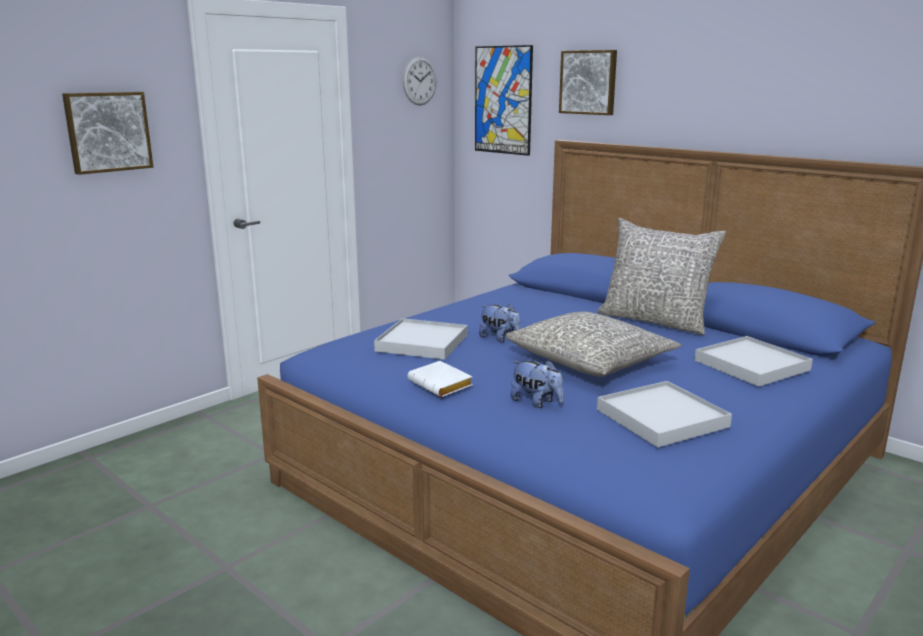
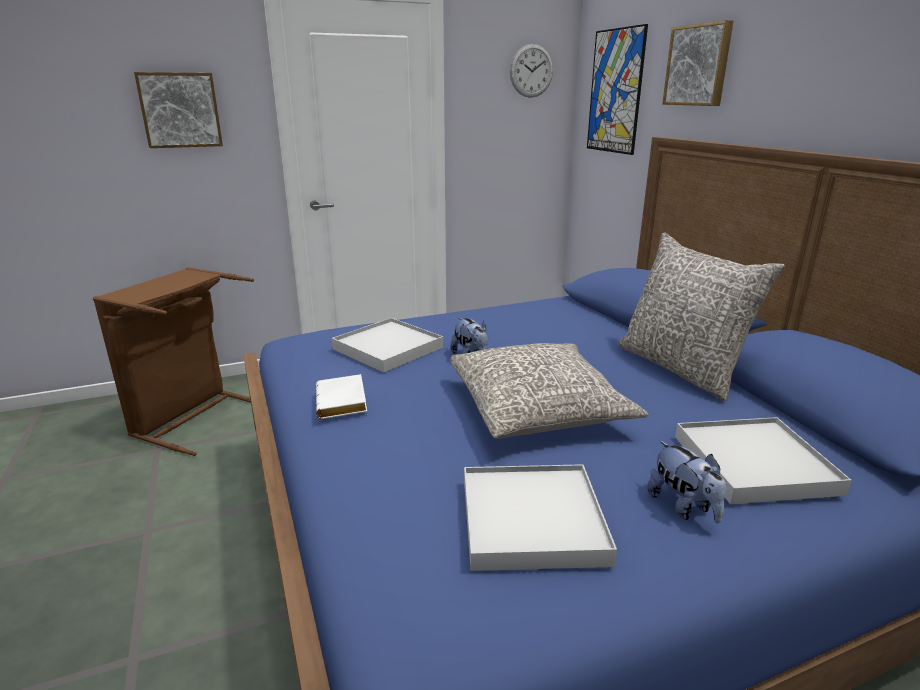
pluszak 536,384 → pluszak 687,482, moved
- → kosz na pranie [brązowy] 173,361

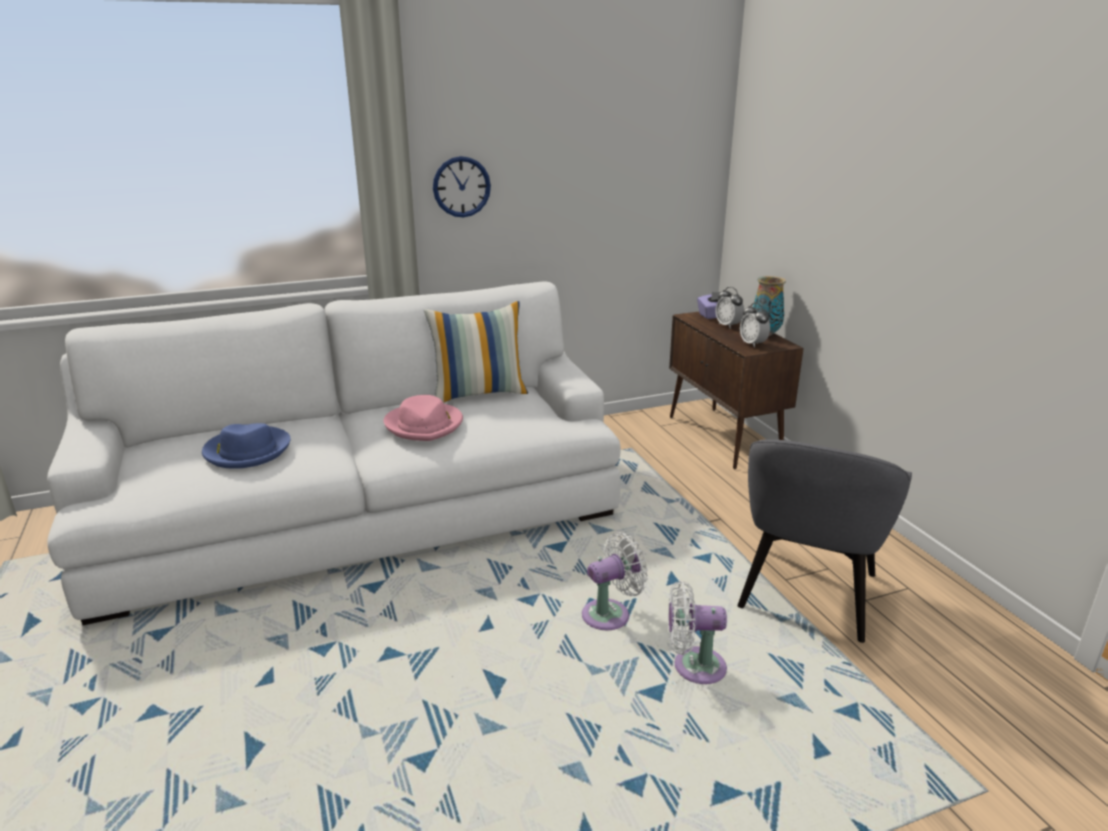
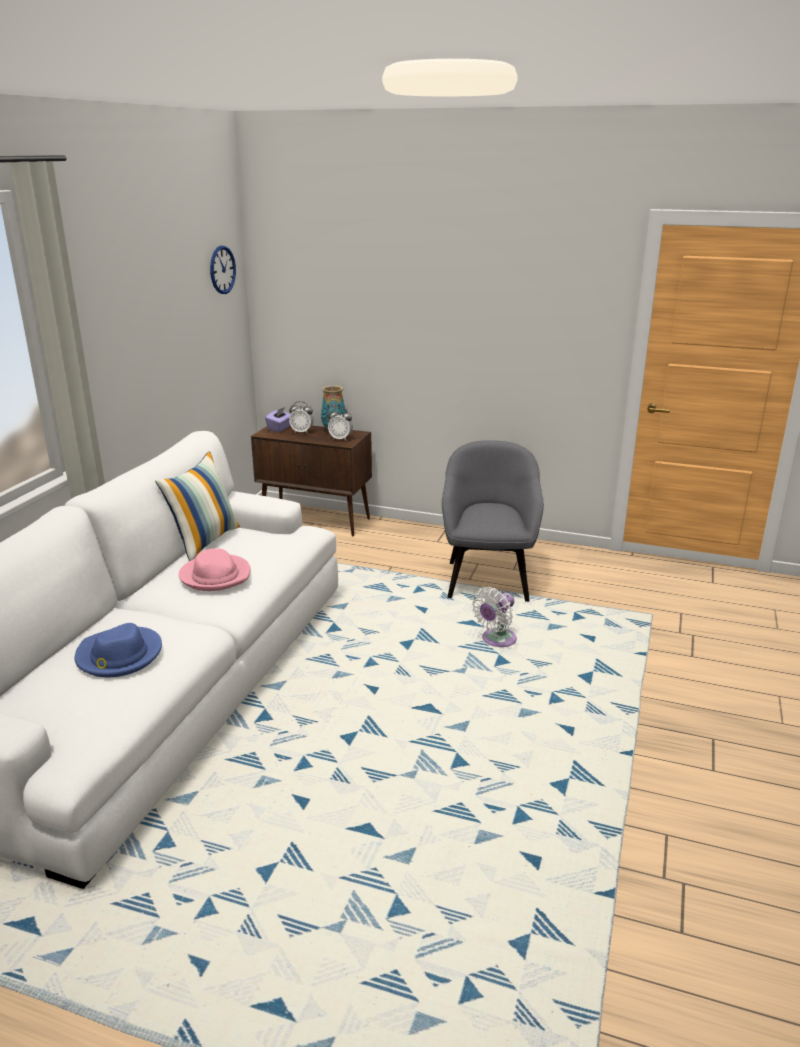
zegar ścienny 462,186 → zegar ścienny 223,269, moved
fotel [szary] 825,541 → fotel [szary] 493,521, 150 degrees counterclockwise
wentylator [biały] 615,581 → -

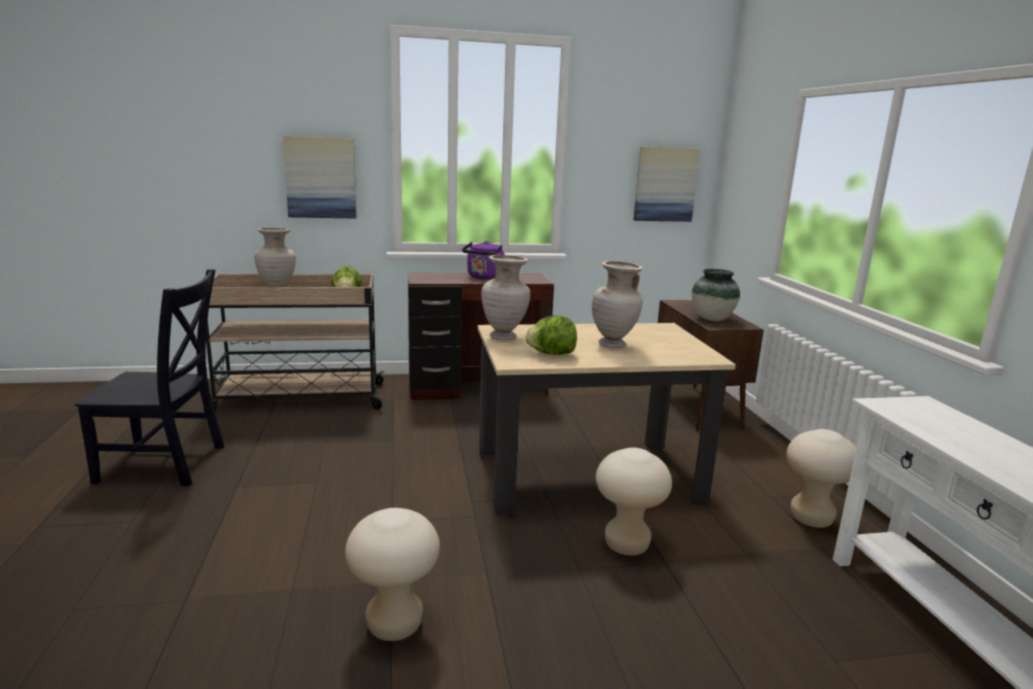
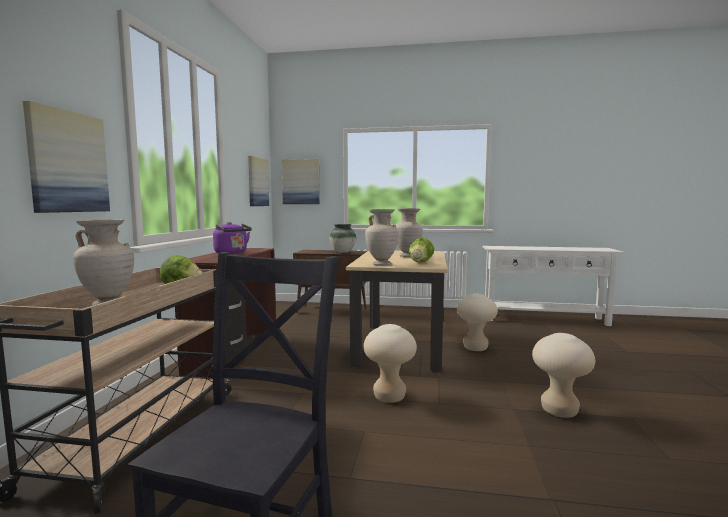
stołek [beżowy] 821,478 → stołek [beżowy] 390,363, moved
- → obraz 301,181

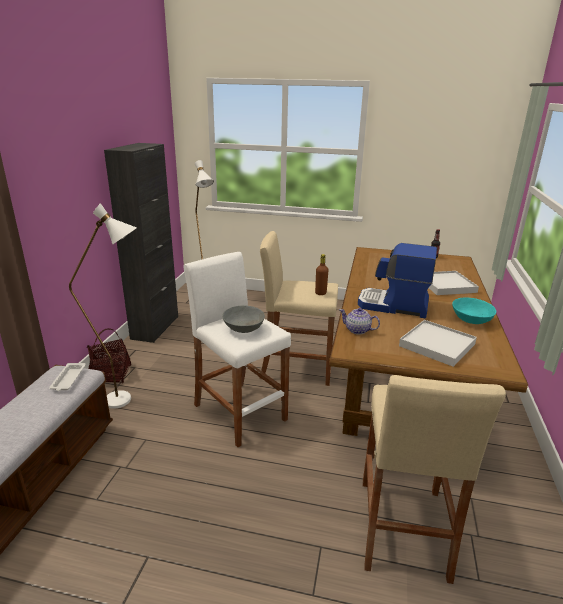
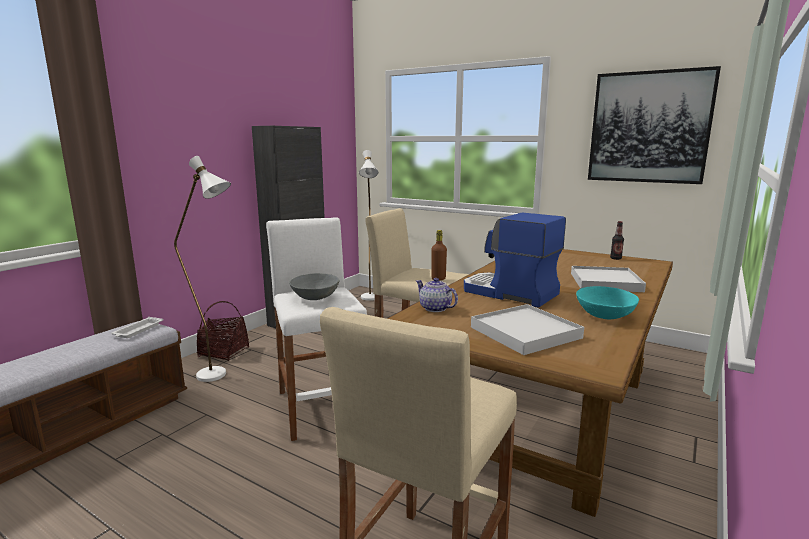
- → obraz 654,125

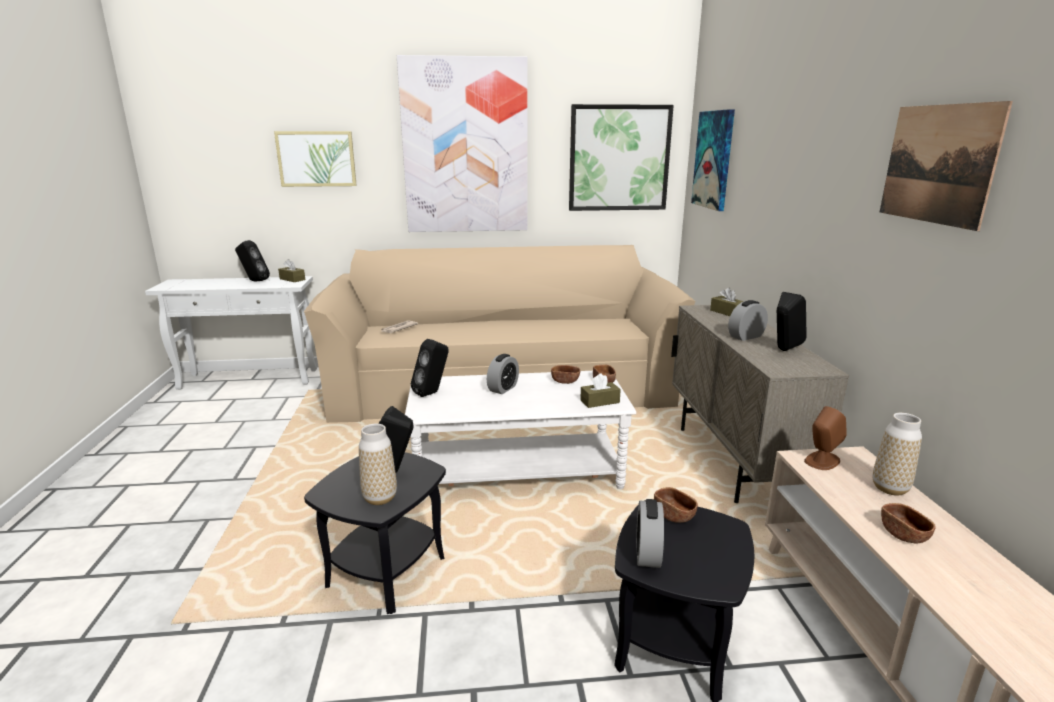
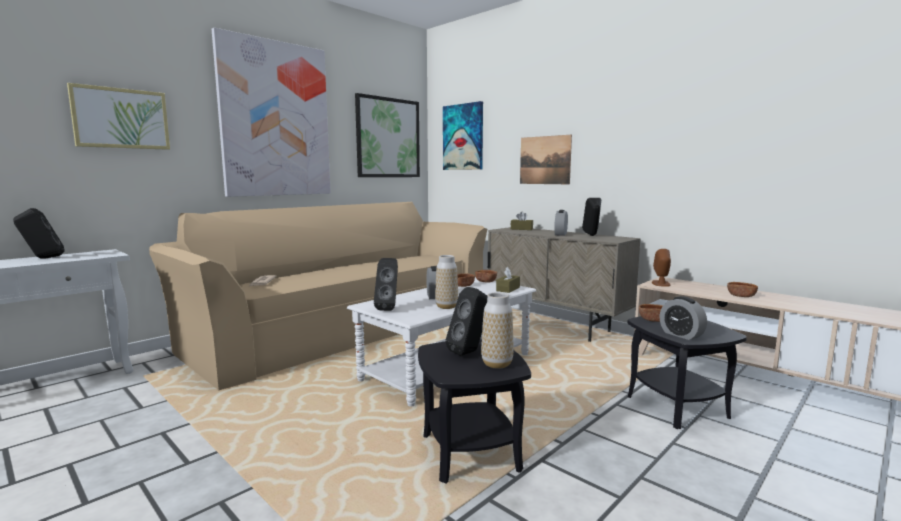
obraz 946,166 → obraz 546,159, moved
pudełko chusteczek [brązowy] 291,270 → -
wazon 897,454 → wazon 446,282, moved

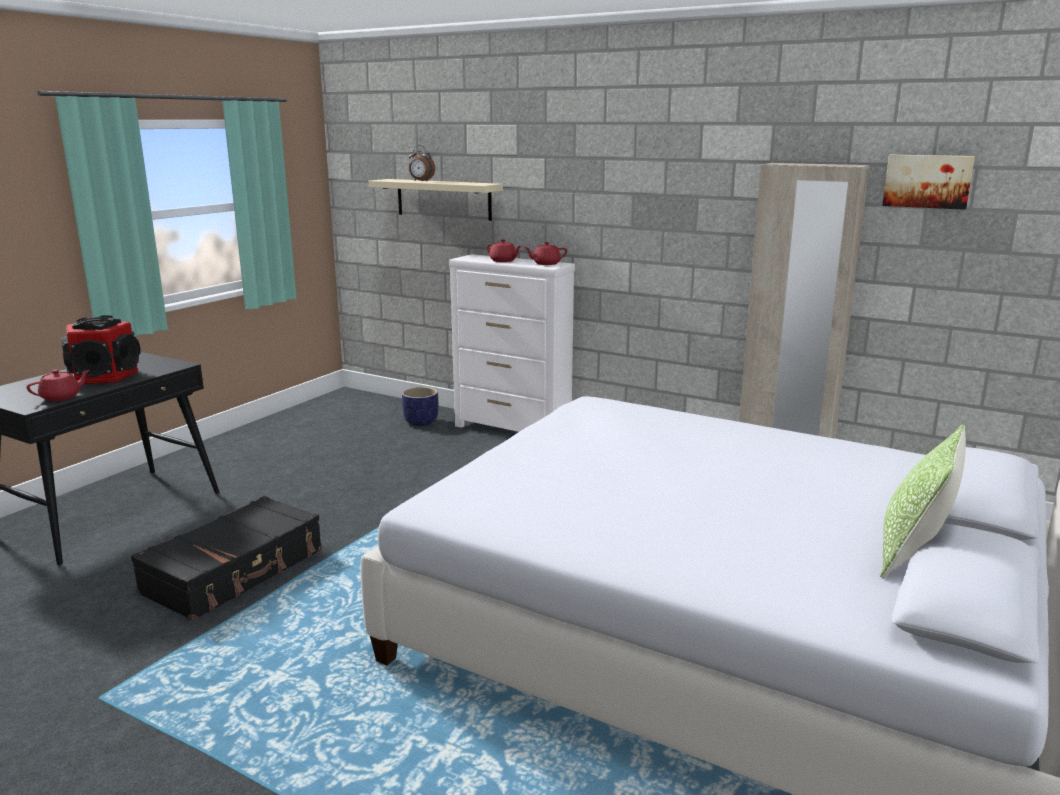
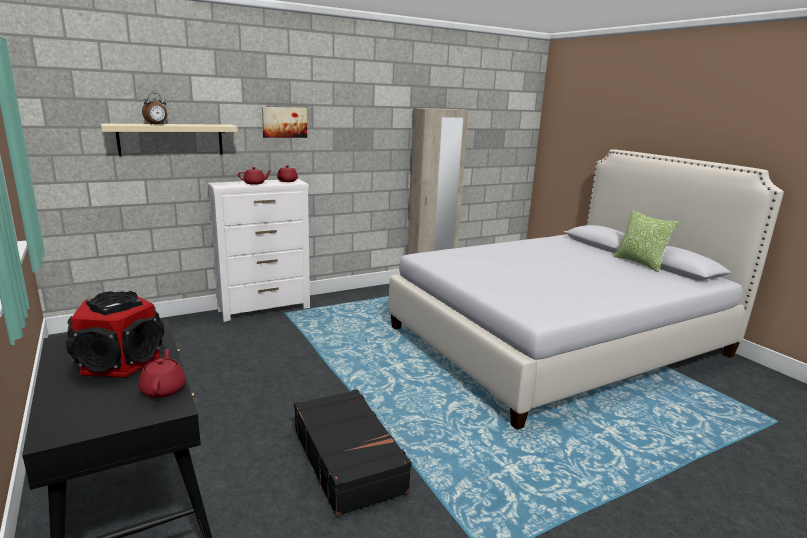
obraz 928,182 → obraz 284,122, moved
donica 420,406 → -

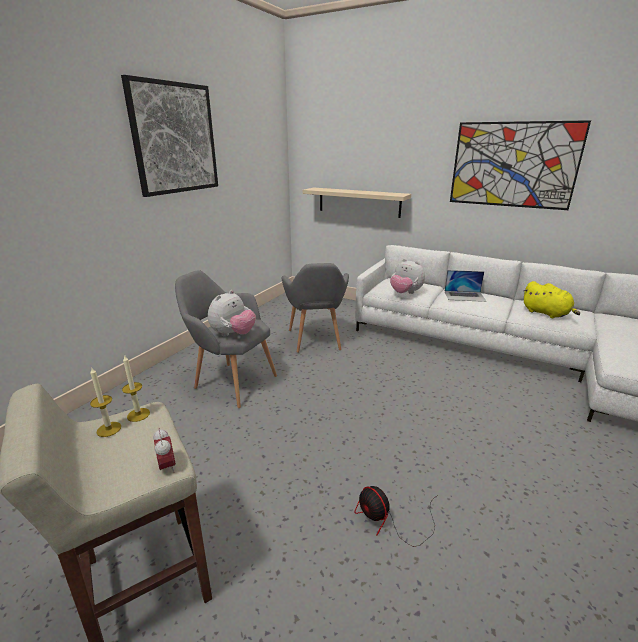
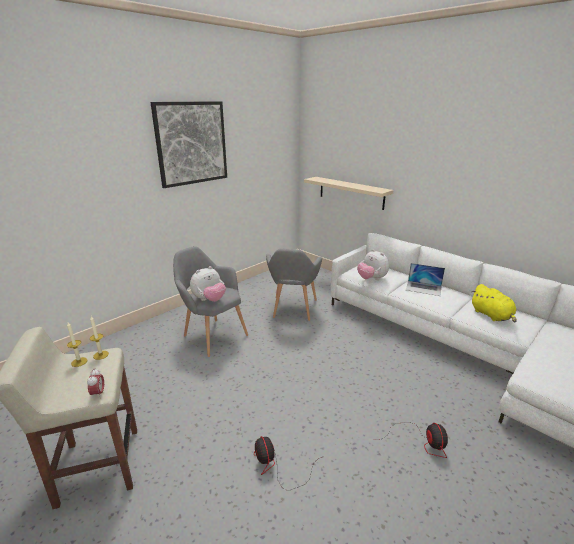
obraz 520,165 → -
- → wentylator 413,440

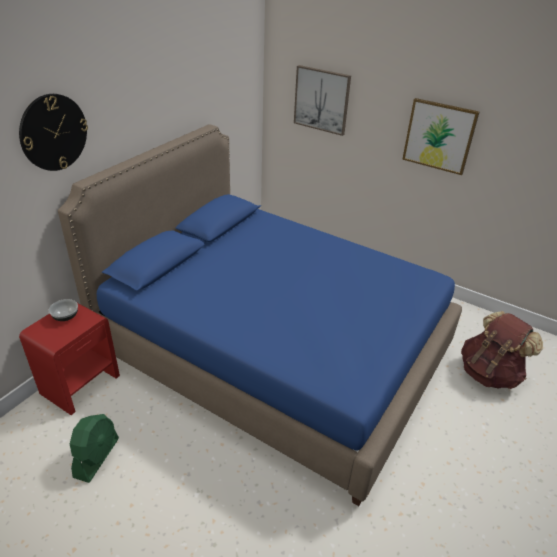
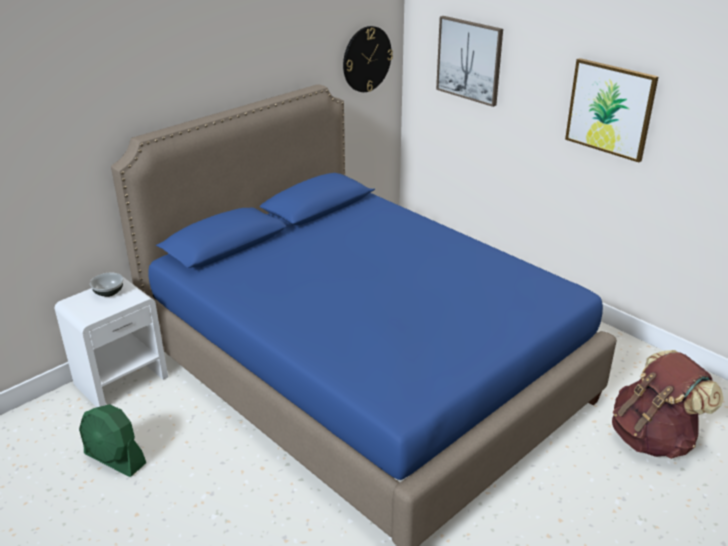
zegar ścienny 53,132 → zegar ścienny 368,59, moved
szafka nocna [czerwony] 69,359 → szafka nocna [biały] 111,342
wentylator [zielony] 94,448 → wentylator [zielony] 112,440, 90 degrees clockwise

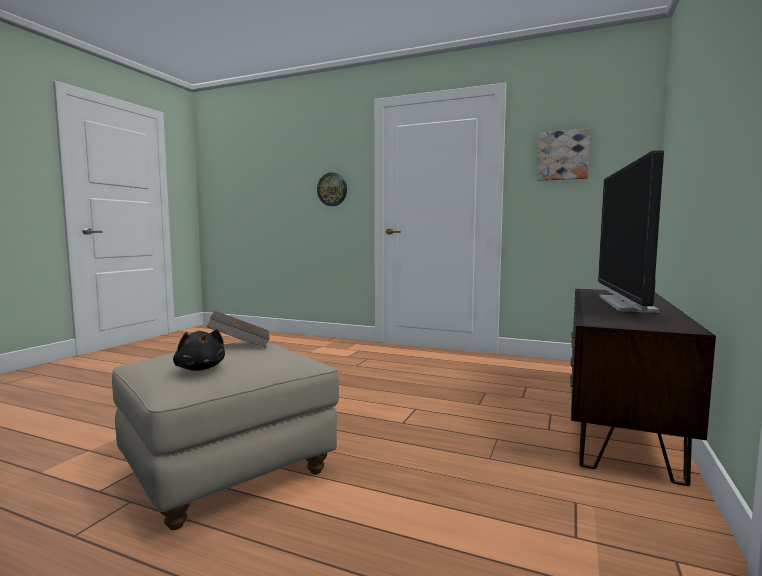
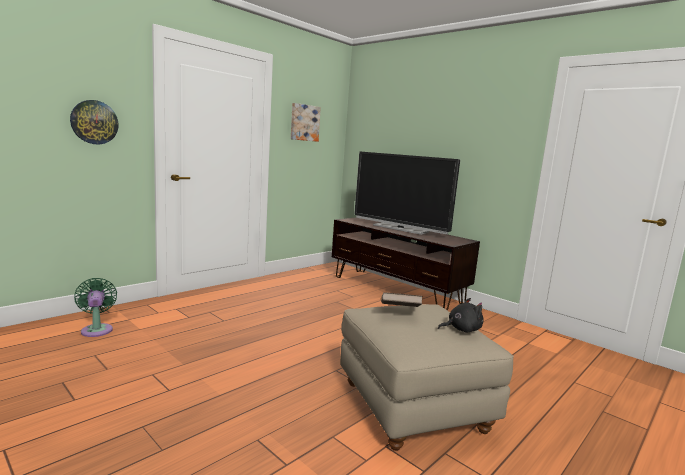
- → wentylator [zielony] 95,307

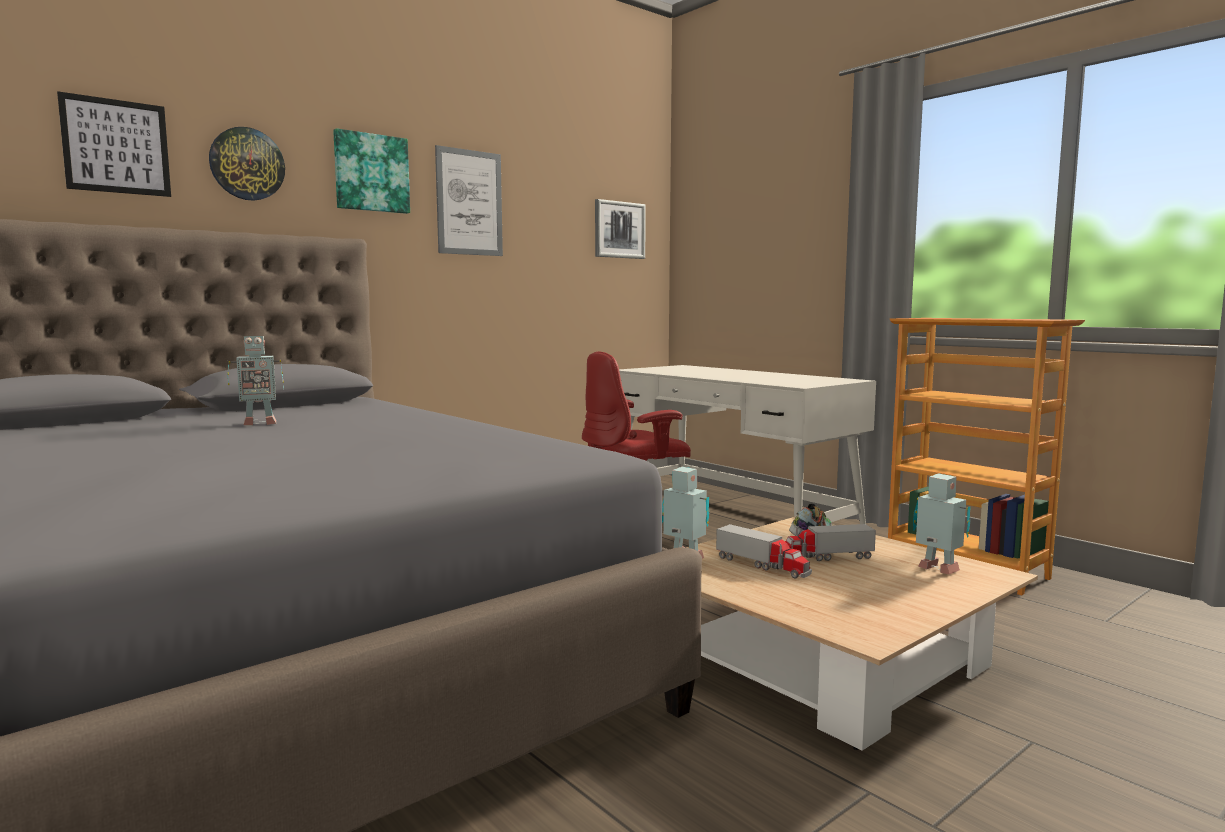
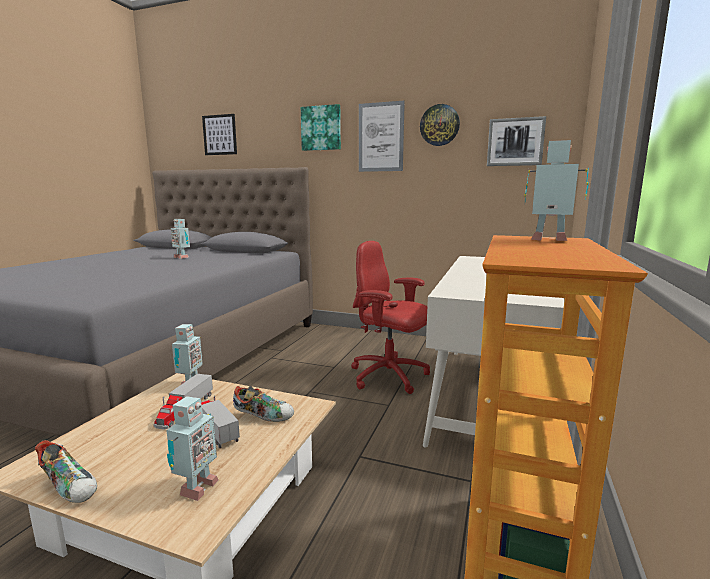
zegar ścienny 247,164 → zegar ścienny 440,125, moved
- → robot zabawkowy 556,190
- → but 66,471

